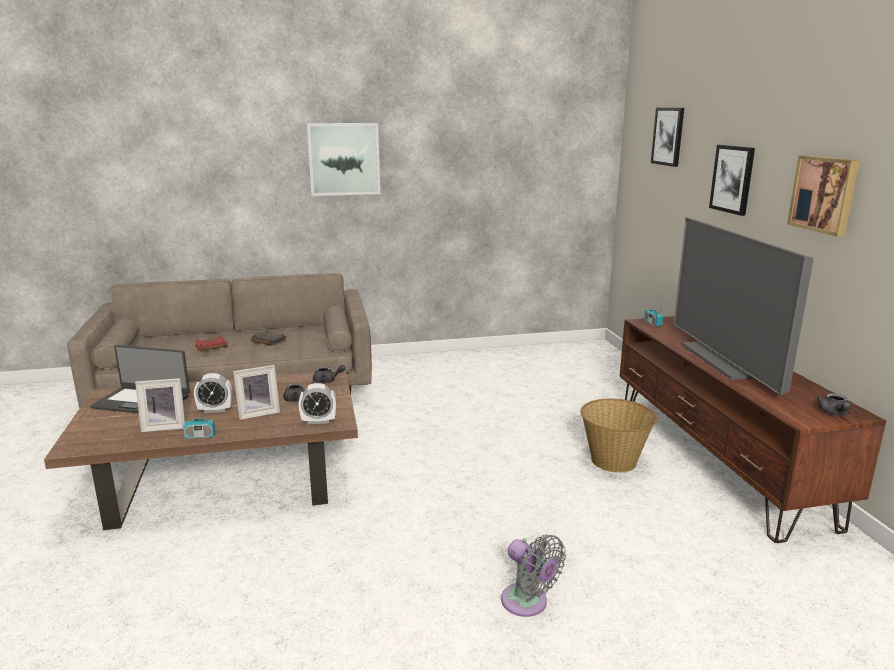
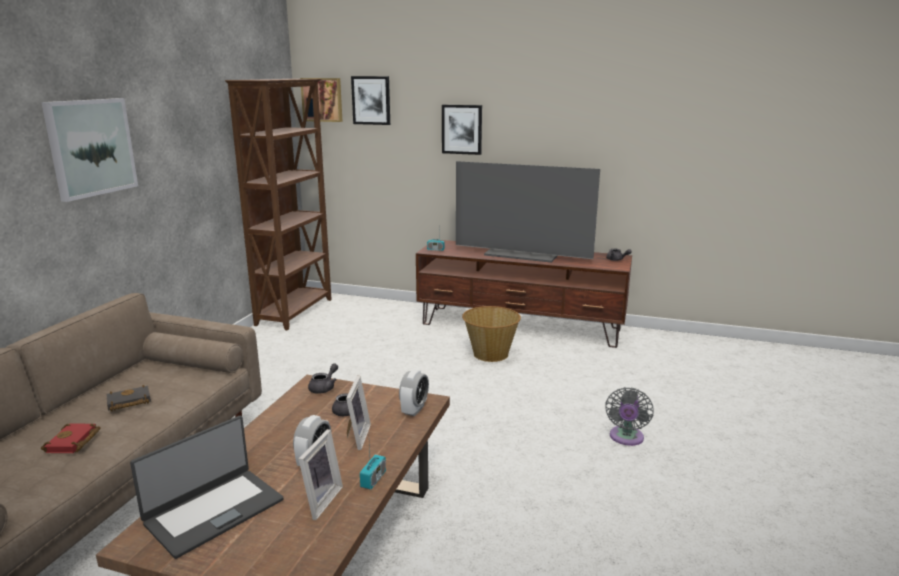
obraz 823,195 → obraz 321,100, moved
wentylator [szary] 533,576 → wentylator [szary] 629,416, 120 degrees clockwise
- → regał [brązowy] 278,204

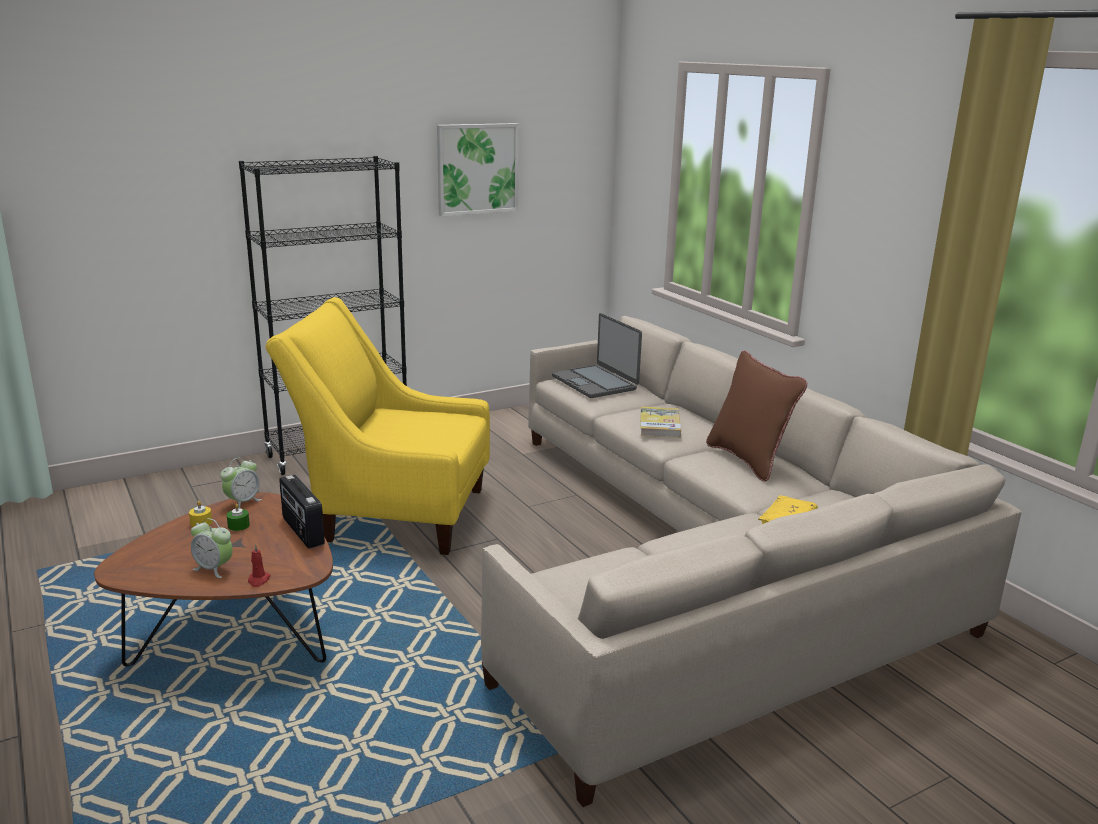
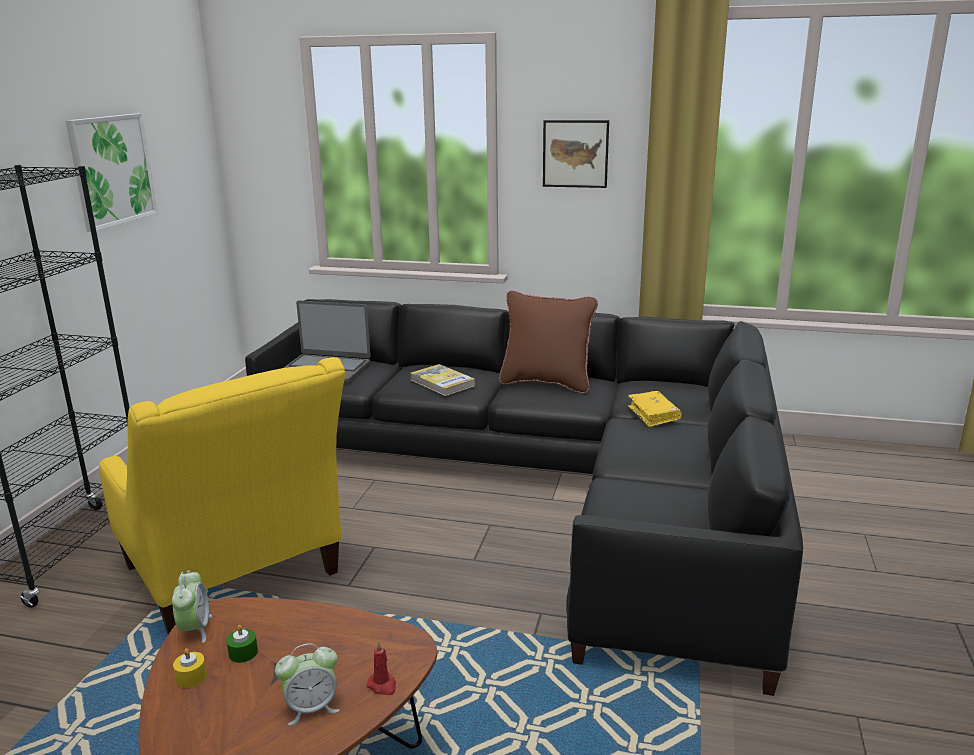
fotel [żółty] 377,426 → fotel [żółty] 222,495, 90 degrees counterclockwise
kanapa [beżowy] 751,561 → kanapa [czarny] 524,497
radio 302,512 → -
- → obraz 576,154

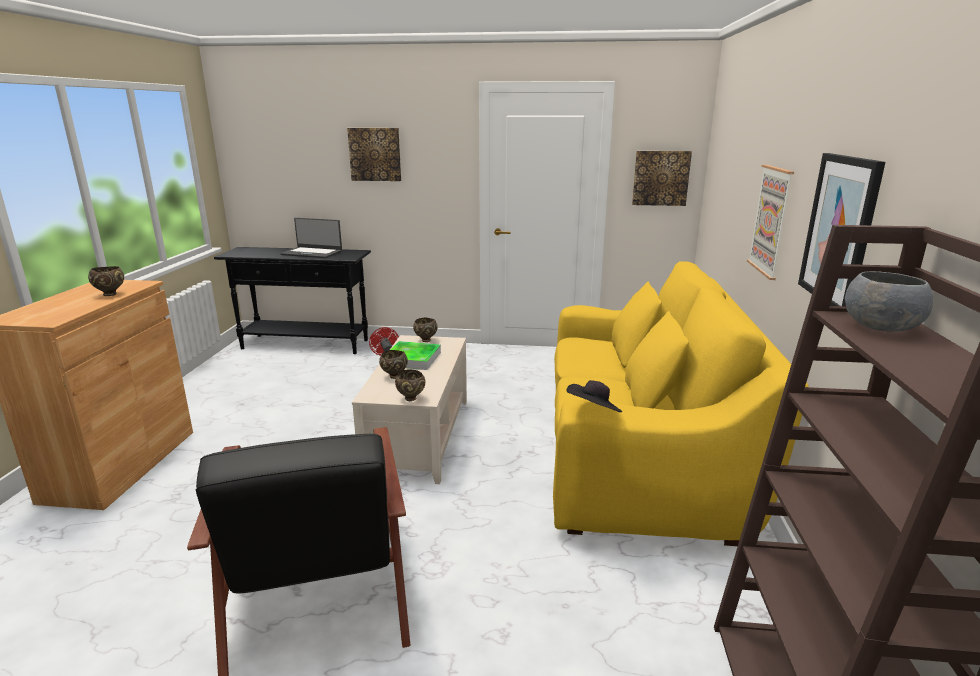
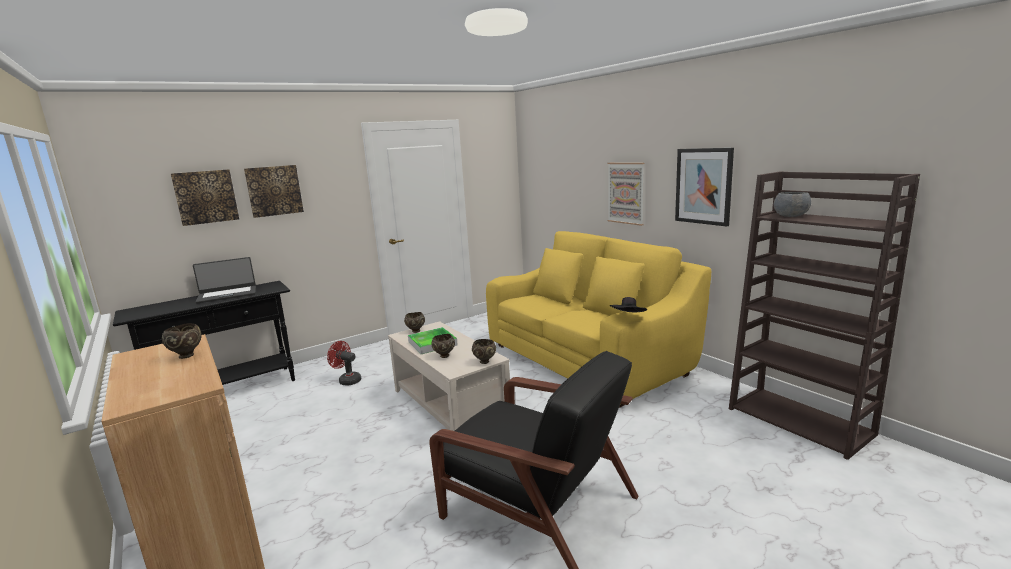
obraz 662,178 → obraz 205,197, moved

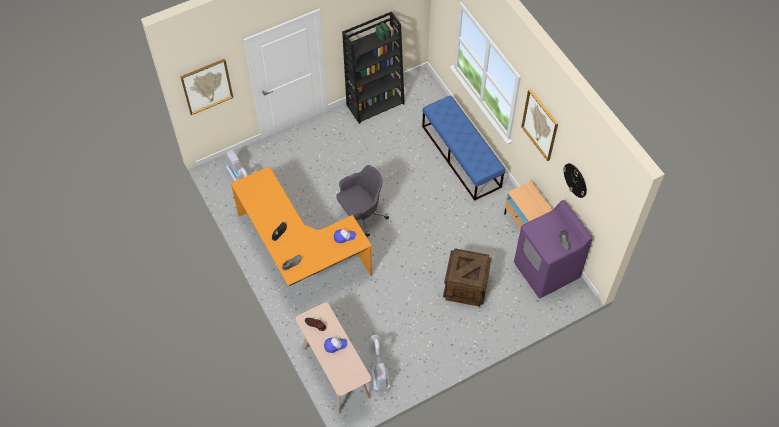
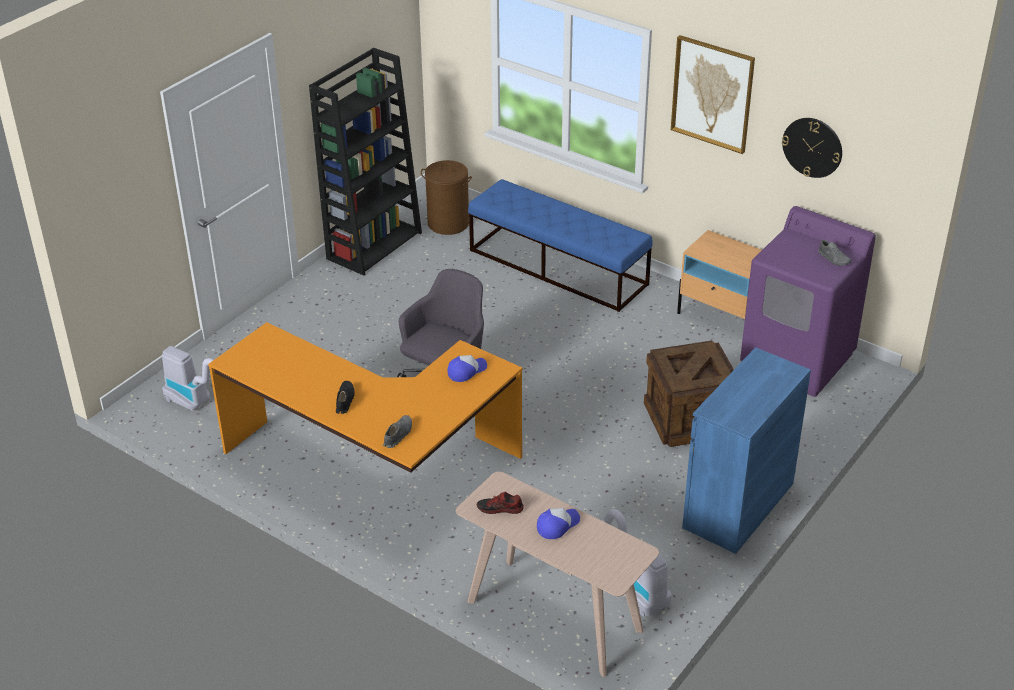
obraz 206,87 → -
- → kosz na pranie [brązowy] 446,197
- → szafka [niebieski] 746,450

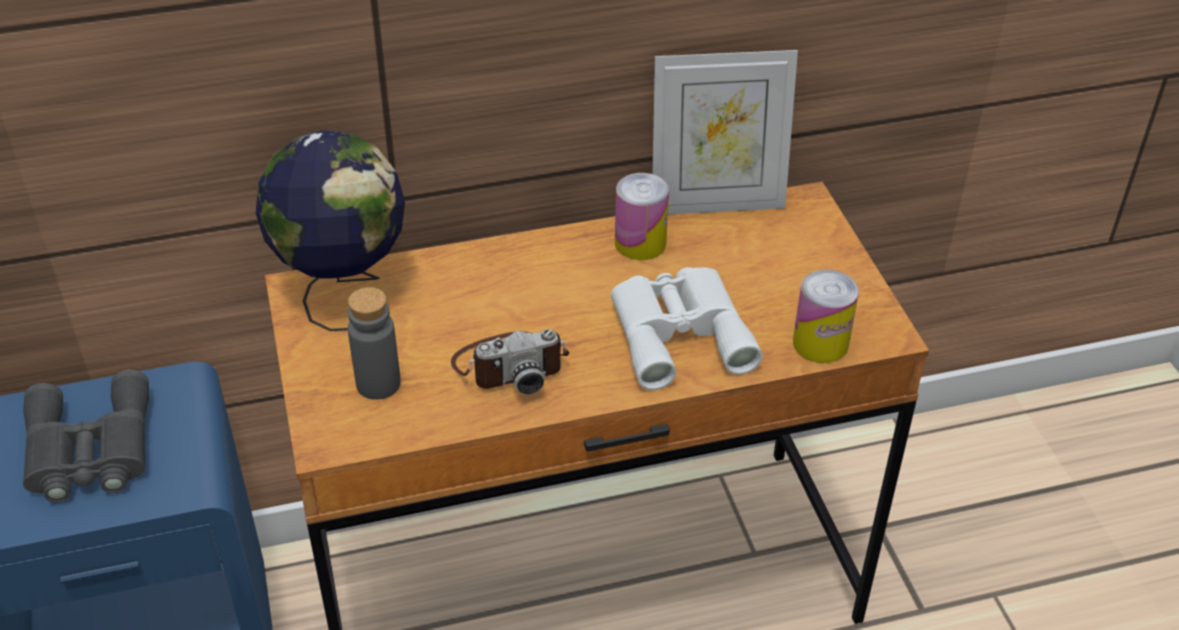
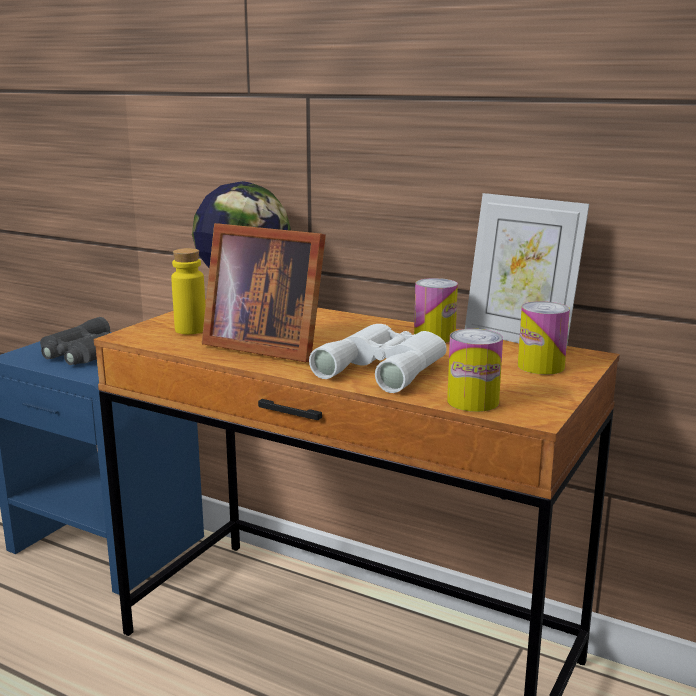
butelka [szary] 374,343 → butelka [żółty] 188,291
aparat fotograficzny 510,361 → ramka na zdjęcie 264,292
- → puszka 544,338

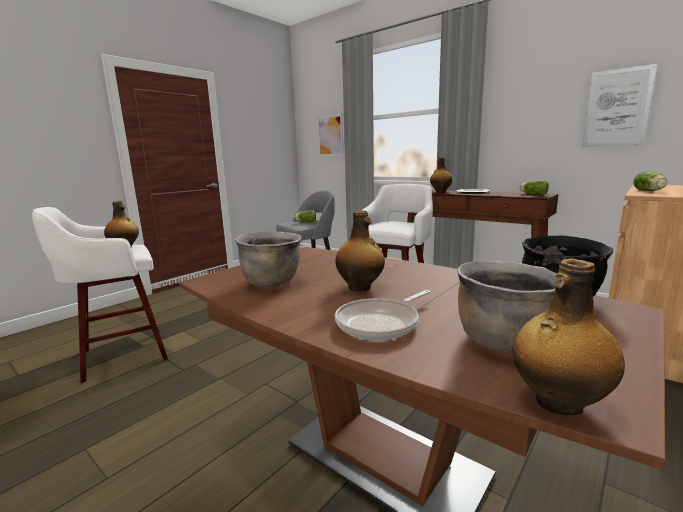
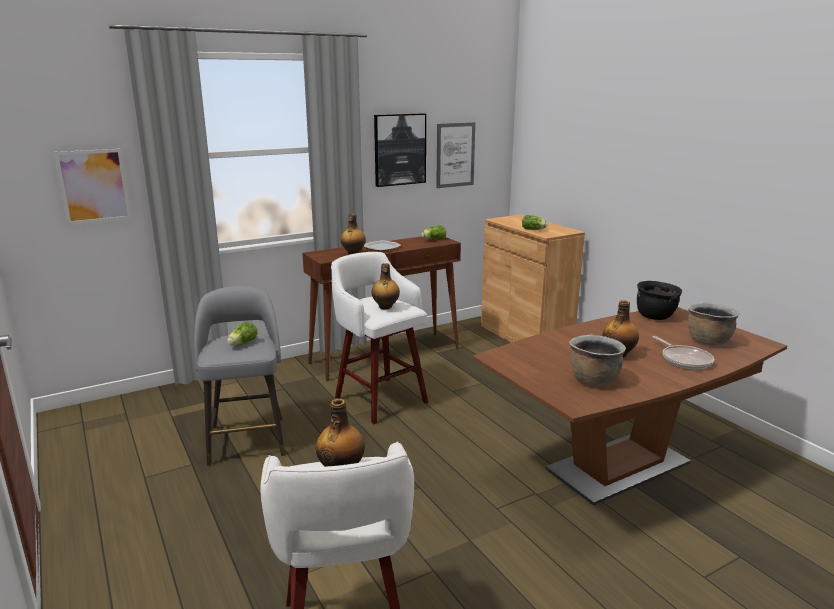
butelka 569,337 → butelka 385,286, moved
- → obraz 400,150

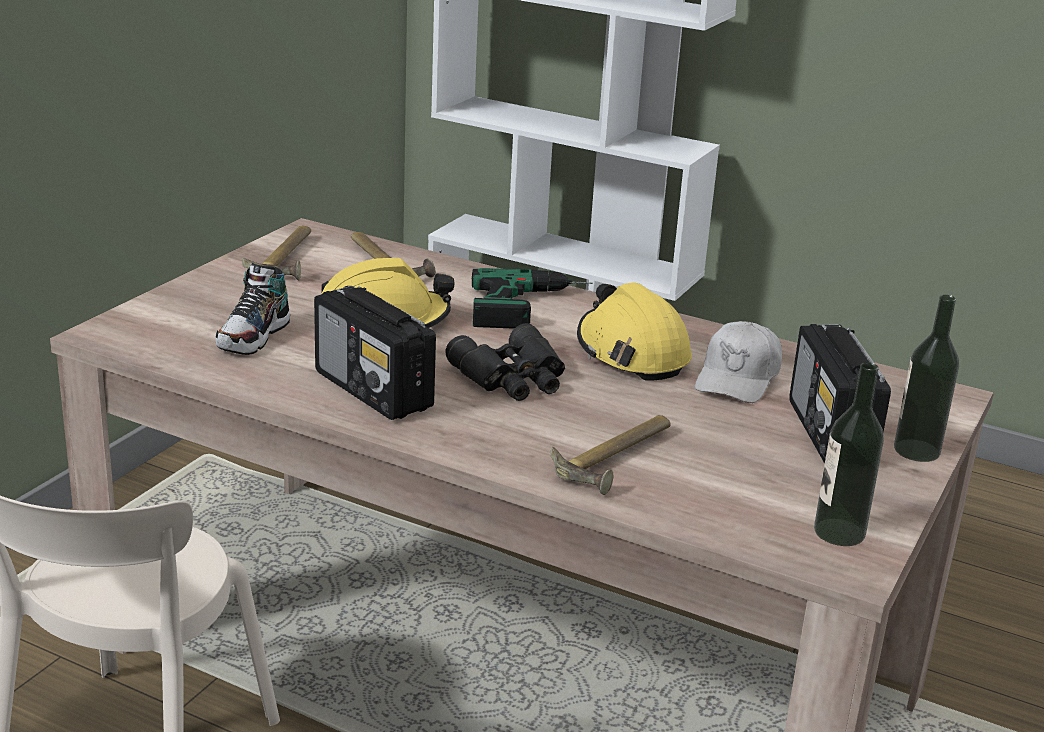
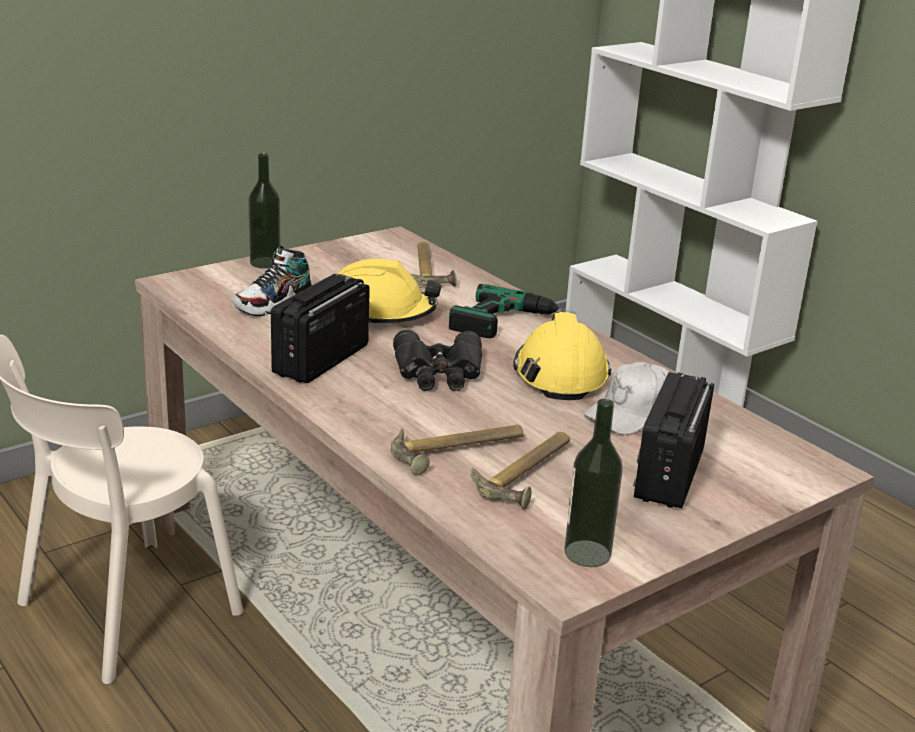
młotek 276,253 → młotek 520,471, moved
radio 375,353 → radio 320,328, 45 degrees clockwise
butelka 926,378 → butelka 264,211, moved

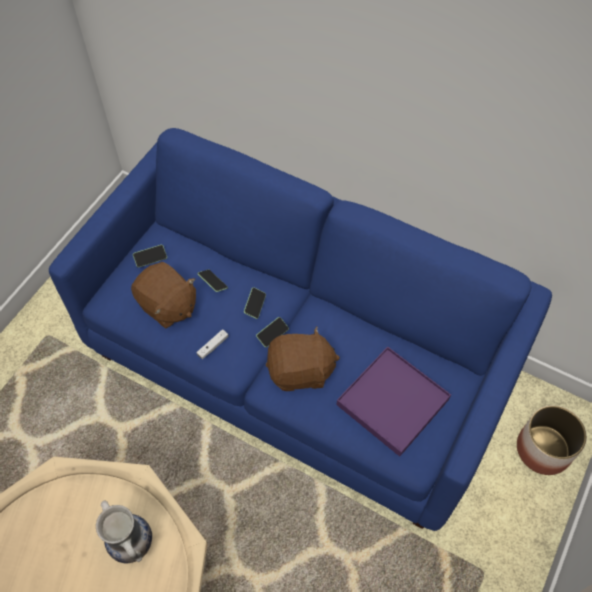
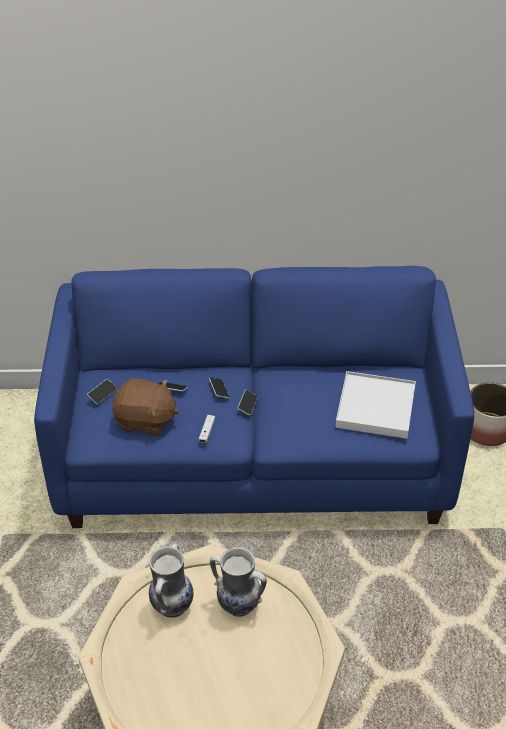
pluszak [brązowy] 303,358 → -
taca [fioletowy] 393,402 → taca [biały] 375,405
- → wazon 171,581

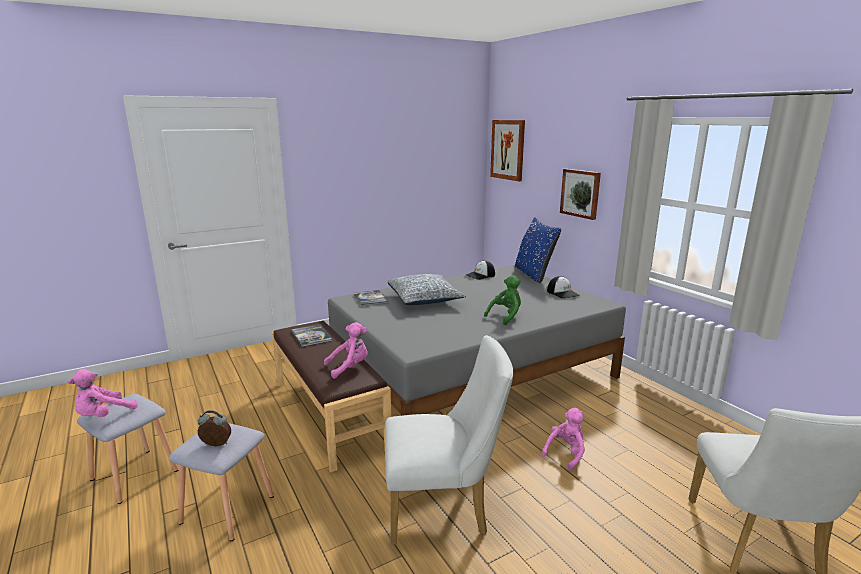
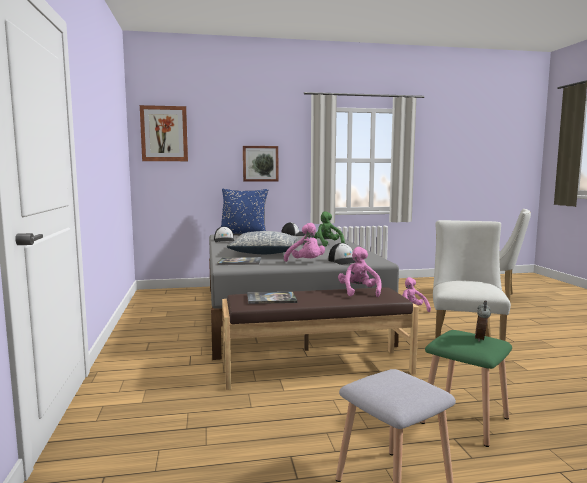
pluszak [różowy] 103,393 → pluszak [różowy] 304,242, moved
stołek [szary] 221,482 → stołek [zielony] 466,388
- → czapka z daszkiem 341,254

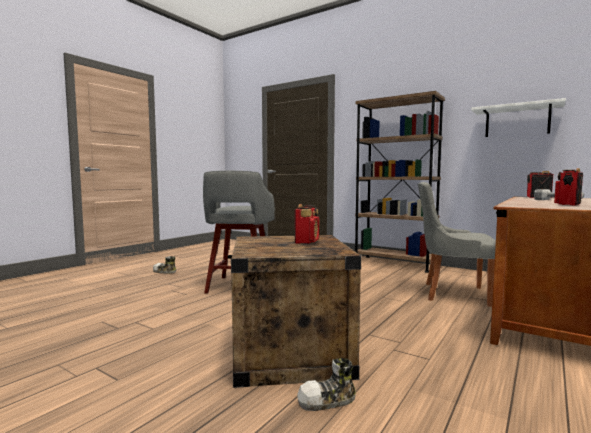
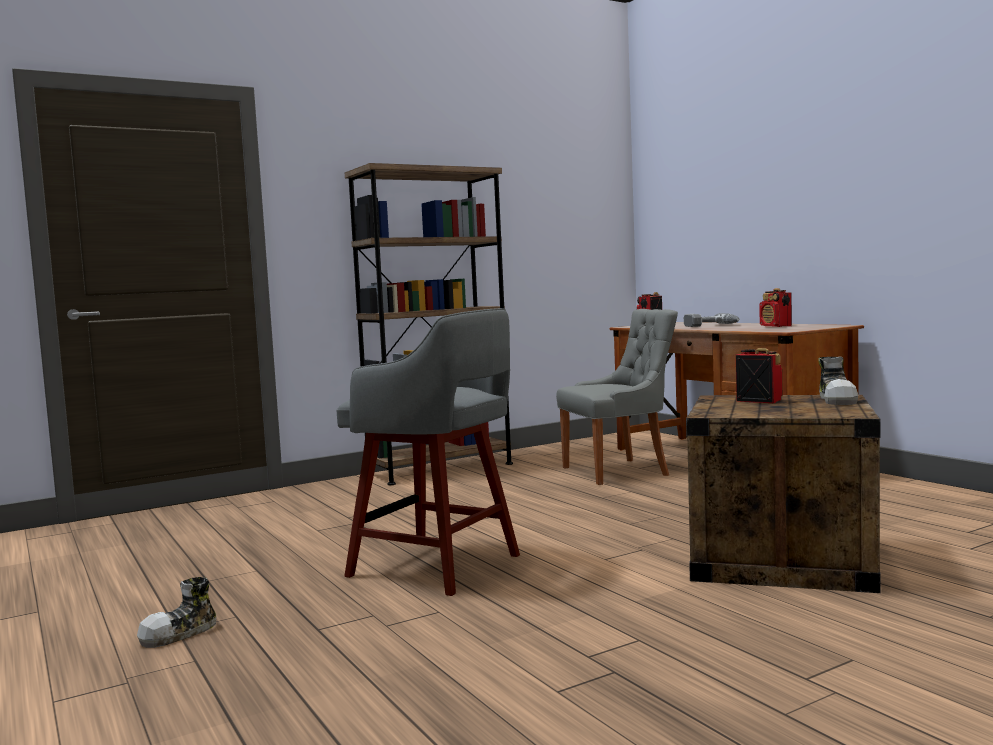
półka [biały] 518,117 → -
krzesło [szary] 456,244 → krzesło [szary] 617,397, 150 degrees counterclockwise
but 326,384 → but 838,381, moved

